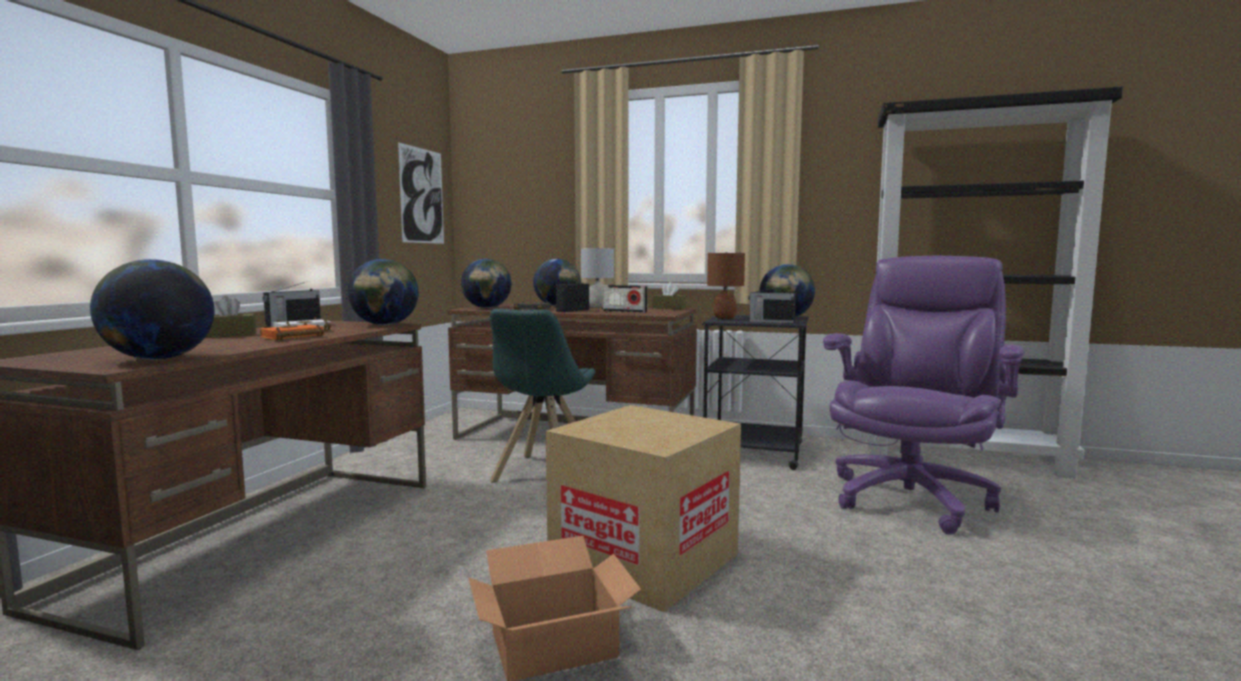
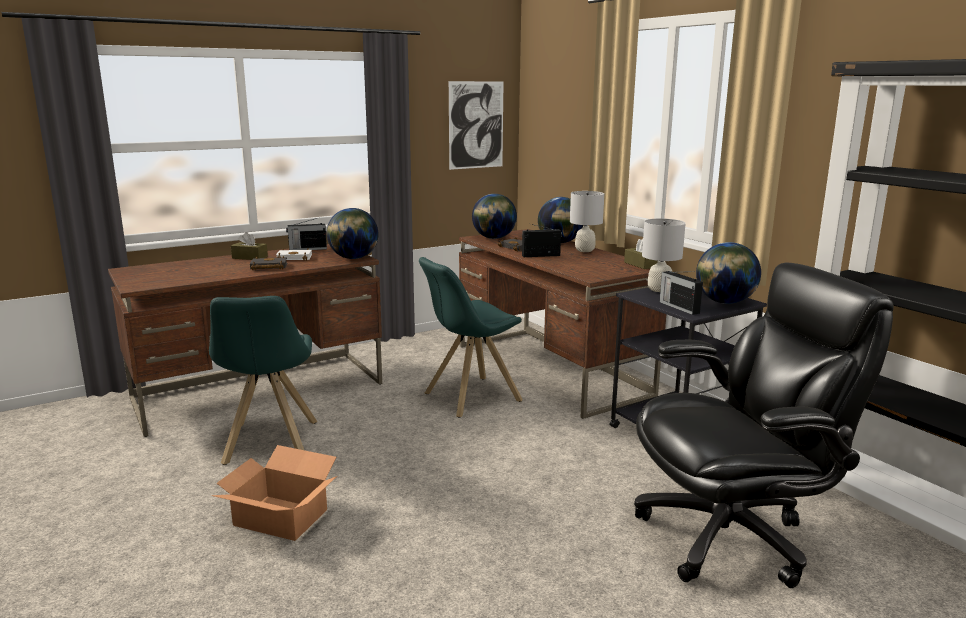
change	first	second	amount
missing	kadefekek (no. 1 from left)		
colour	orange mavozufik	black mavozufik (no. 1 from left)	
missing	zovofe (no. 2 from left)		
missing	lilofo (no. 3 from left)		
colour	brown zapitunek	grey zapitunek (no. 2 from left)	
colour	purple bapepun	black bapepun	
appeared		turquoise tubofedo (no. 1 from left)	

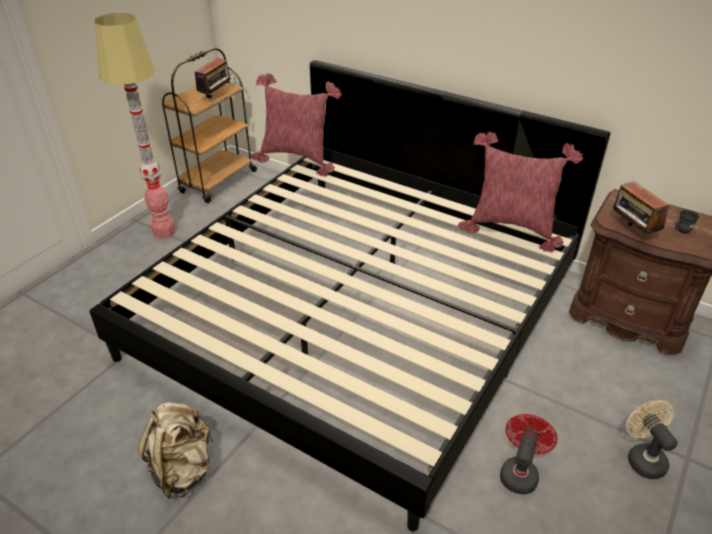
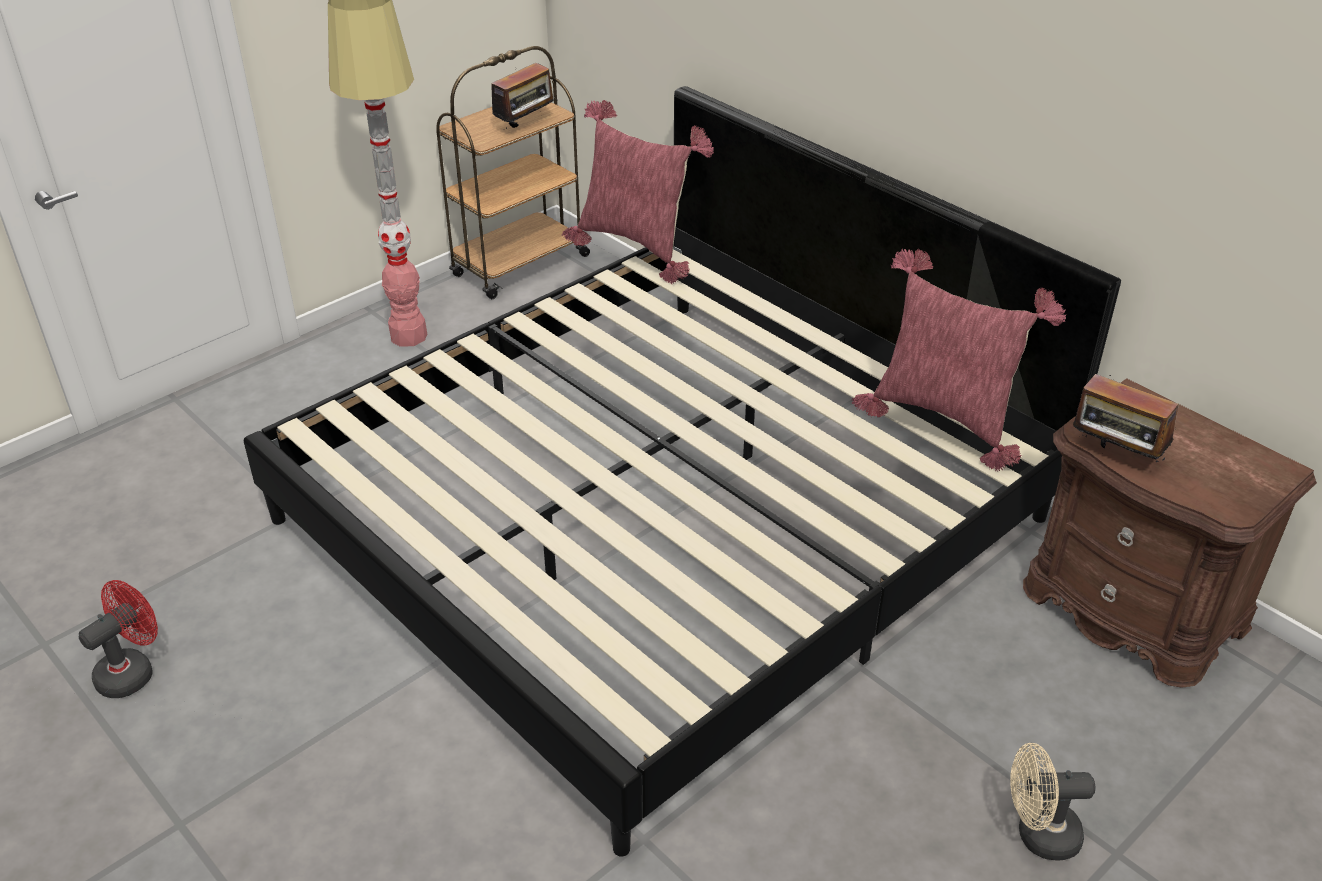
change	first	second	amount
missing	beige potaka		
relocated	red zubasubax		
spun	lilofo (no. 2 from left)		45 degrees counterclockwise
spun	beige zubasubax		90 degrees counterclockwise
missing	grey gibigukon		

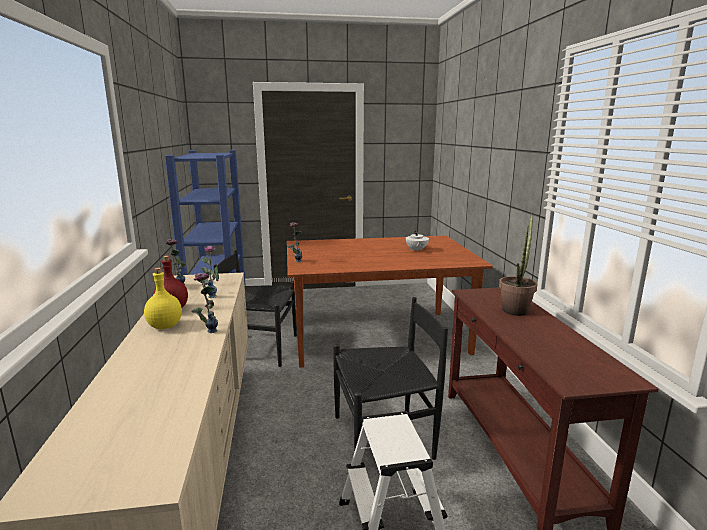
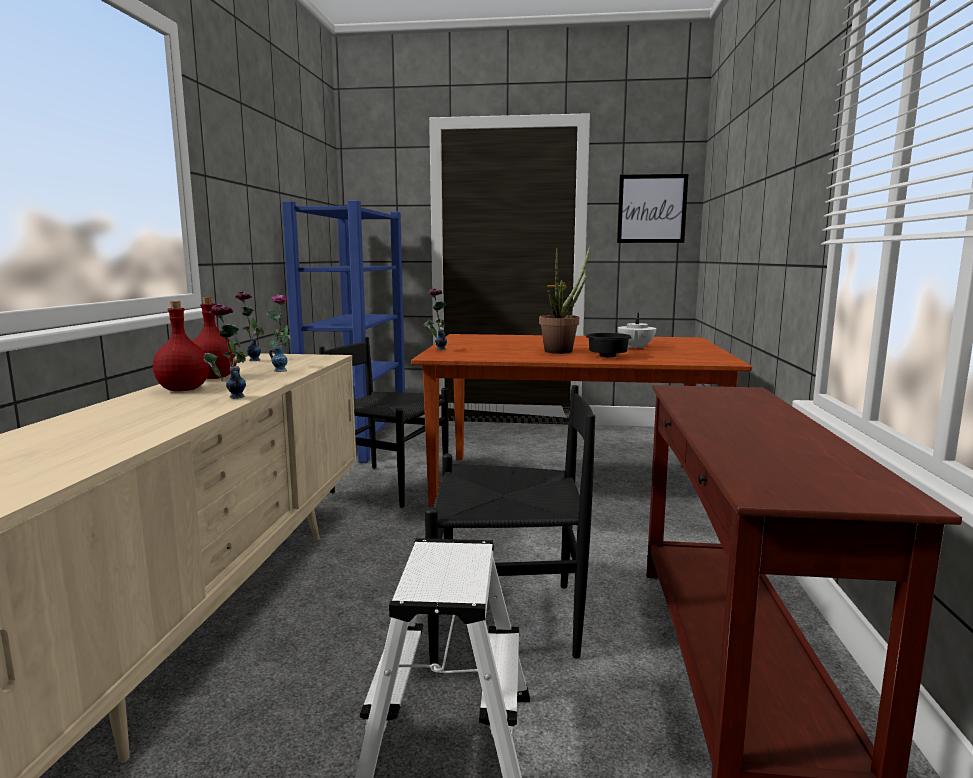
change	first	second	amount
colour	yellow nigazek	red nigazek (no. 1 from left)	
relocated	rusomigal		
appeared		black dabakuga	
appeared		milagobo	

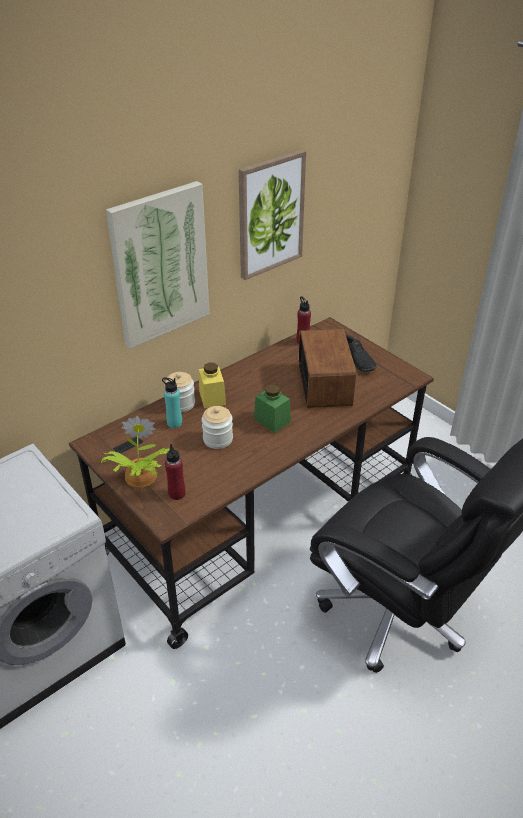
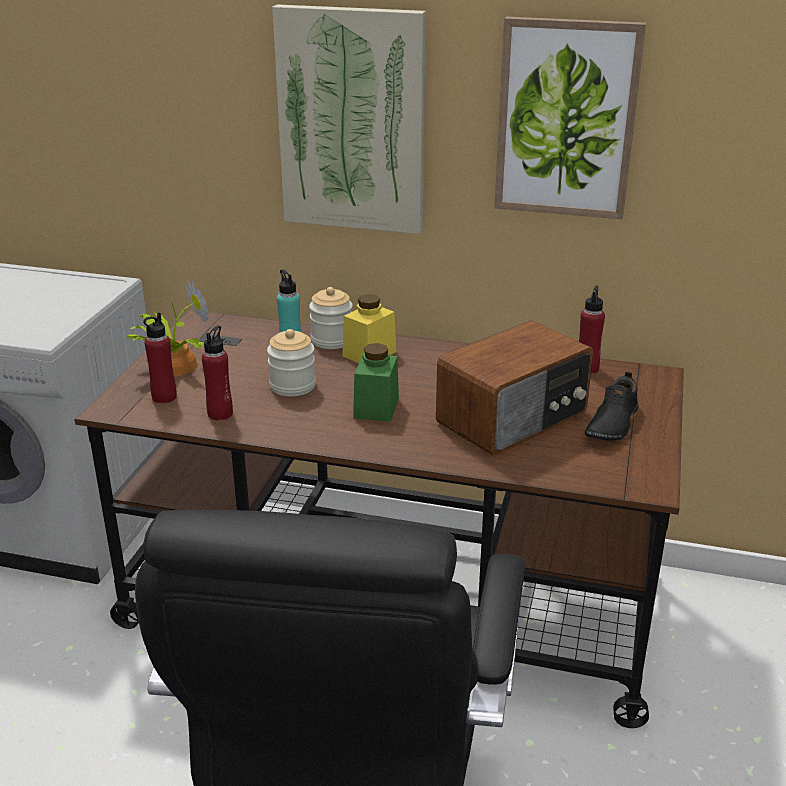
change	first	second	amount
appeared		red nigazek (no. 2 from left)	

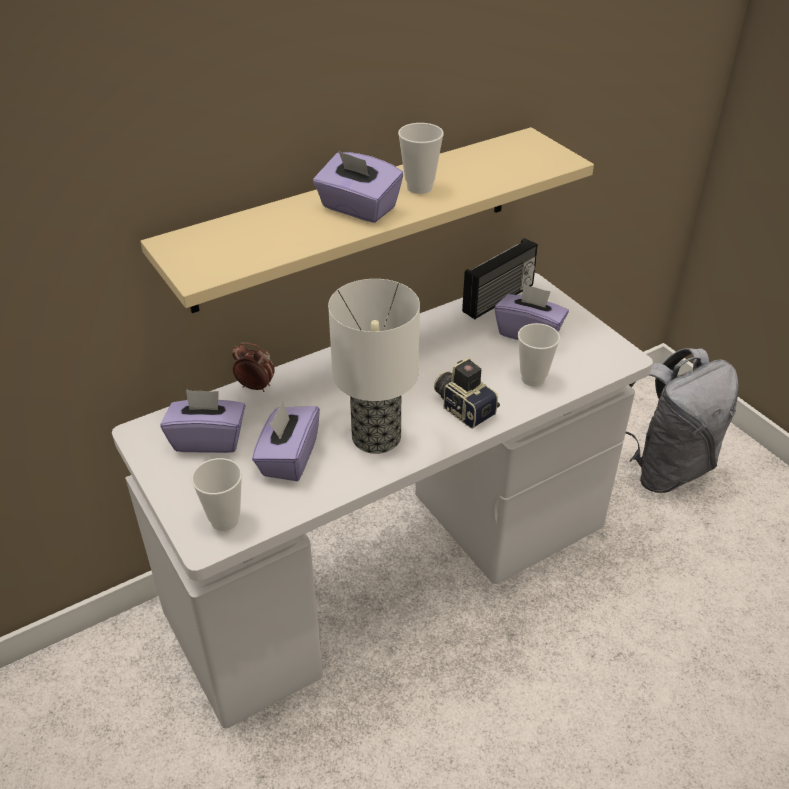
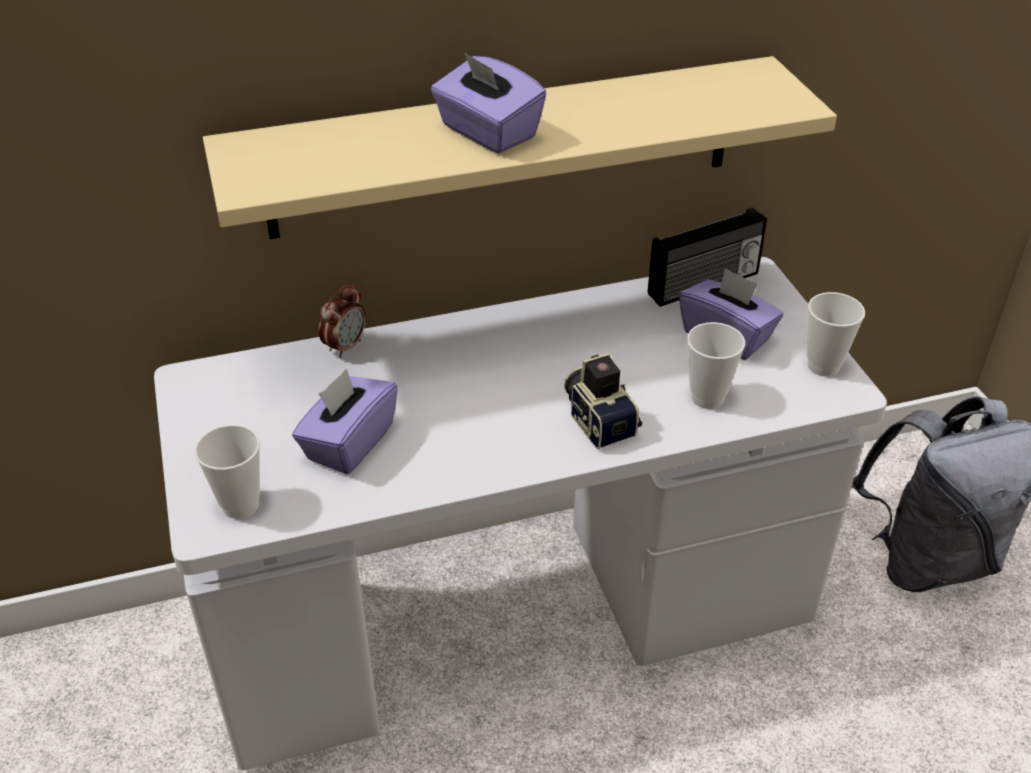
change	first	second	amount
missing	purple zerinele (no. 1 from left)		
spun	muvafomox		90 degrees clockwise
missing	zapitunek		
relocated	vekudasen (no. 2 from left in the first image)	vekudasen (no. 3 from left)	

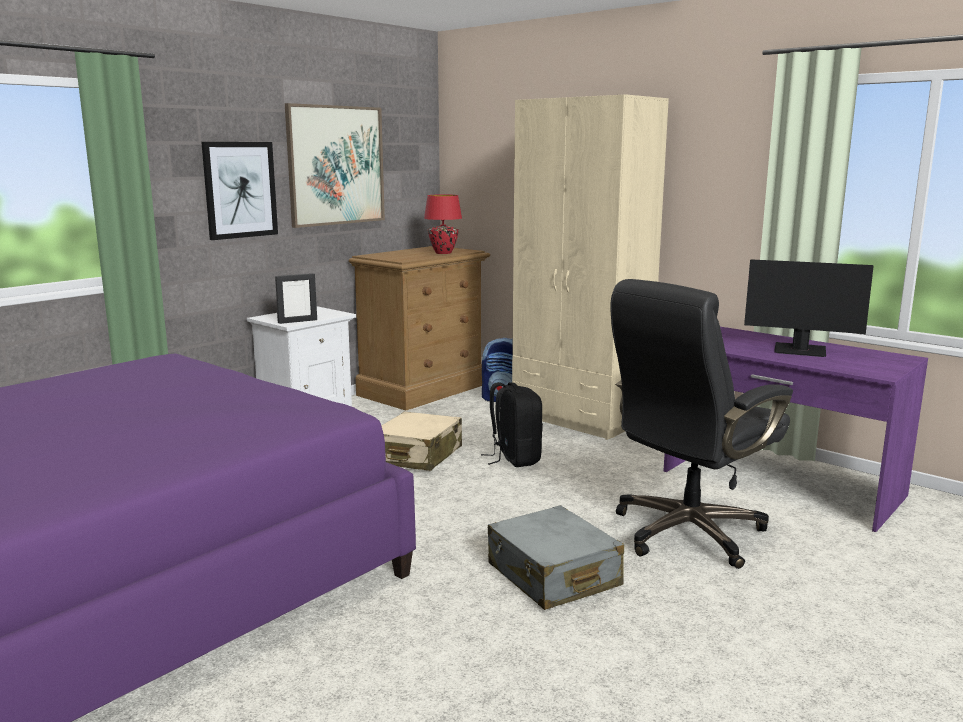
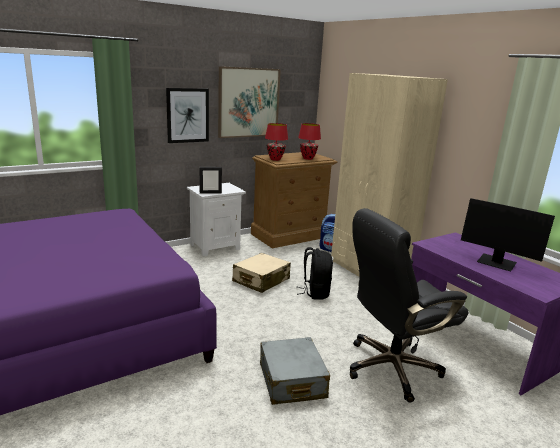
change	first	second	amount
appeared		red zapitunek (no. 1 from left)	

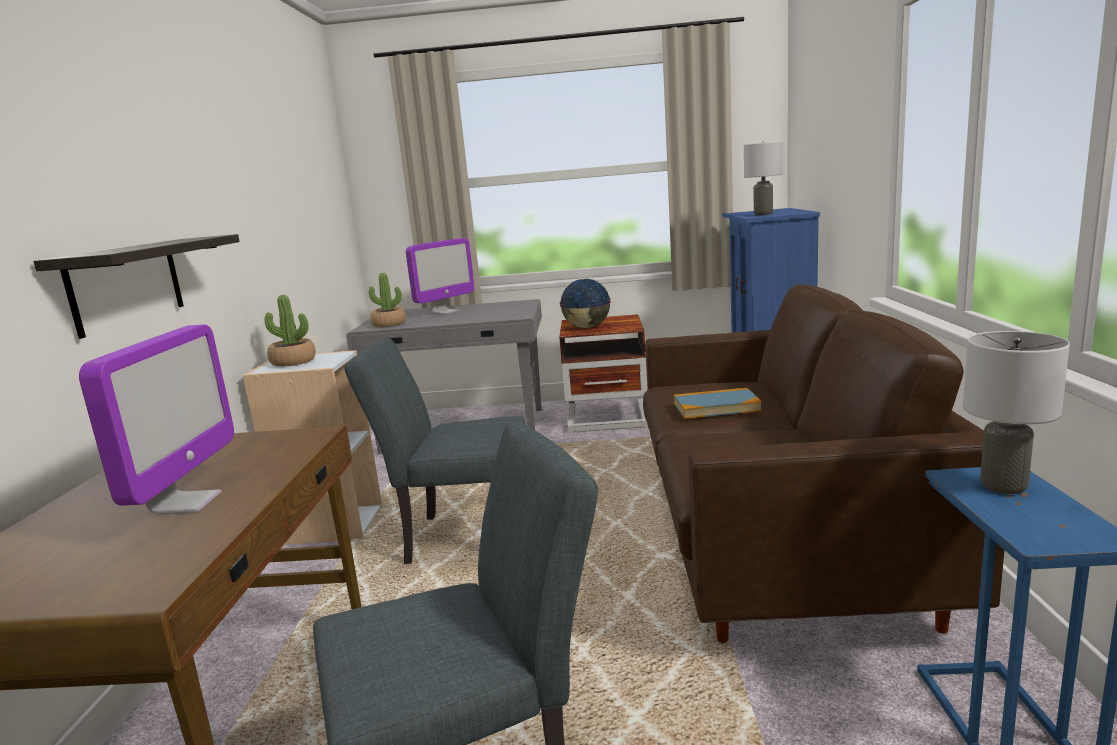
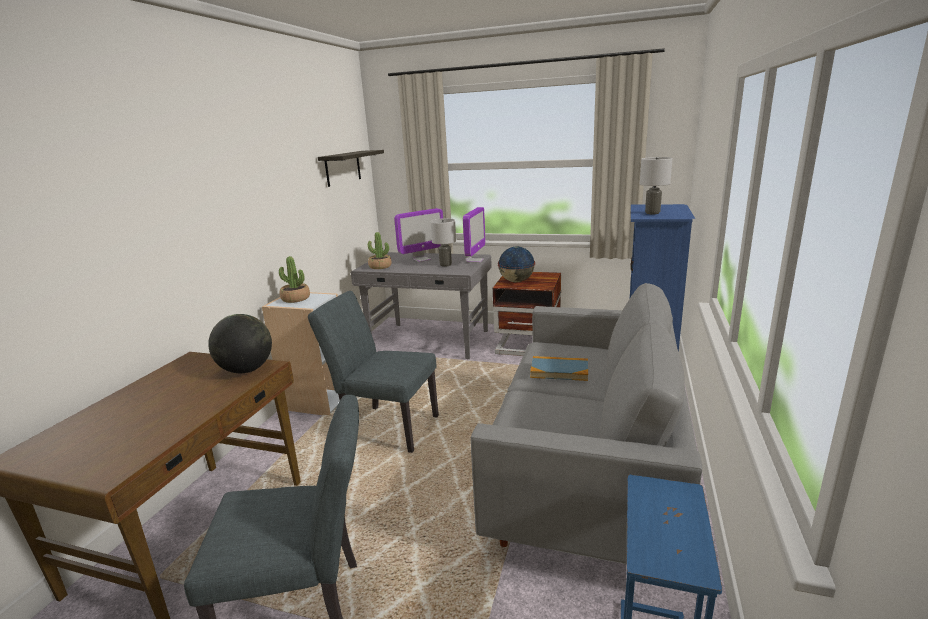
change	first	second	amount
relocated	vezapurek		
relocated	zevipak (no. 1 from left in the first image)	zevipak (no. 2 from left)	
colour	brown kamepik	grey kamepik	
relocated	white zapitunek (no. 2 from left in the first image)	white zapitunek (no. 1 from left)	
appeared		kadefekek (no. 1 from left)	

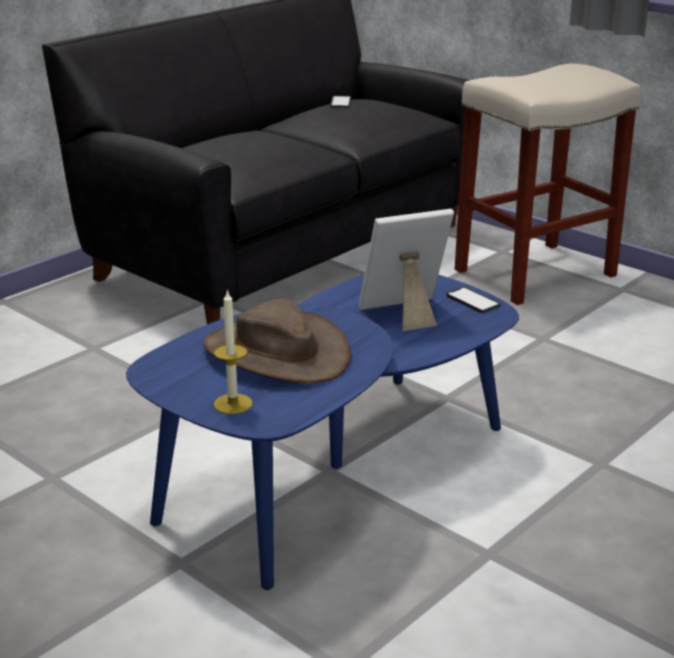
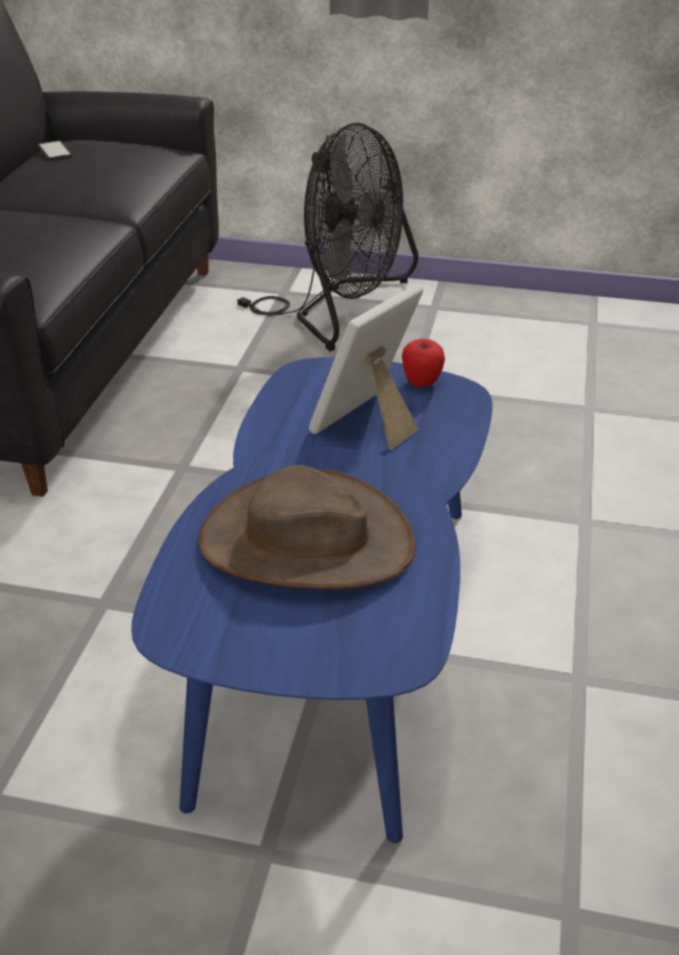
change	first	second	amount
missing	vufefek		
exchanged	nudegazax (no. 2 from left)	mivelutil	
exchanged	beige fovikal	black zubasubax	

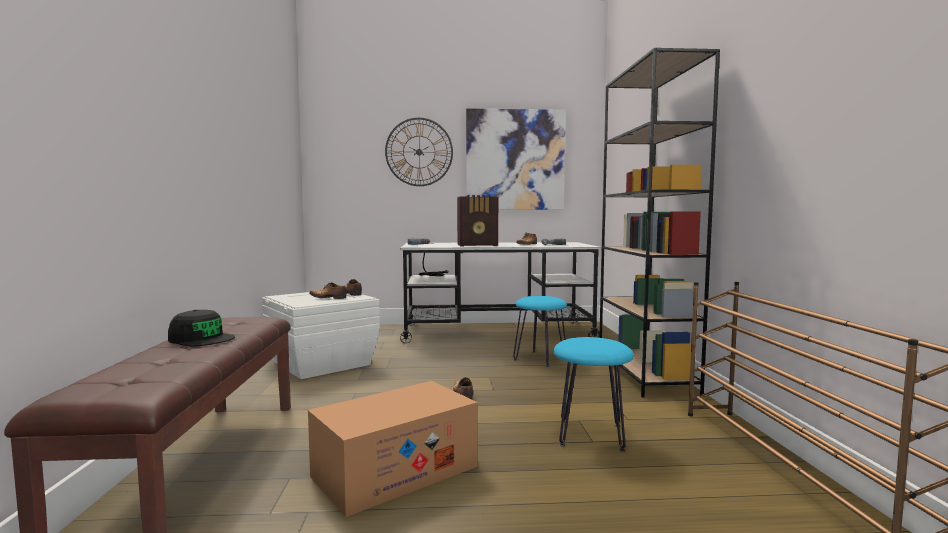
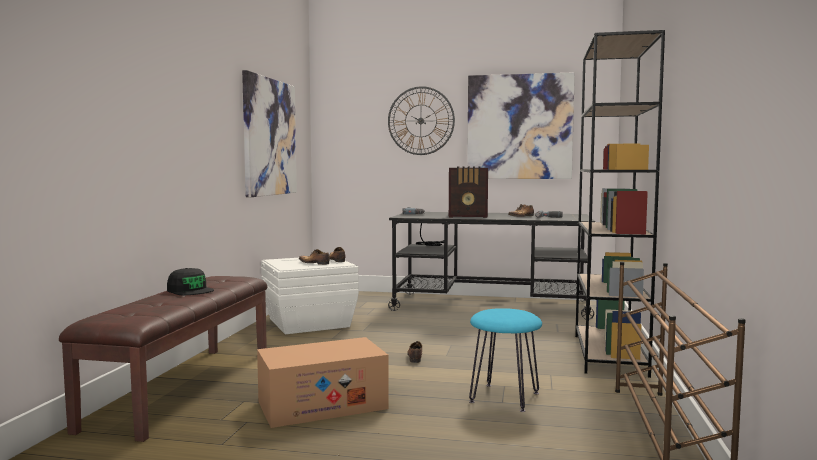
change	first	second	amount
colour	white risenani	black risenani	
missing	turquoise fovikal (no. 1 from left)		
appeared		milagobo (no. 1 from left)	

